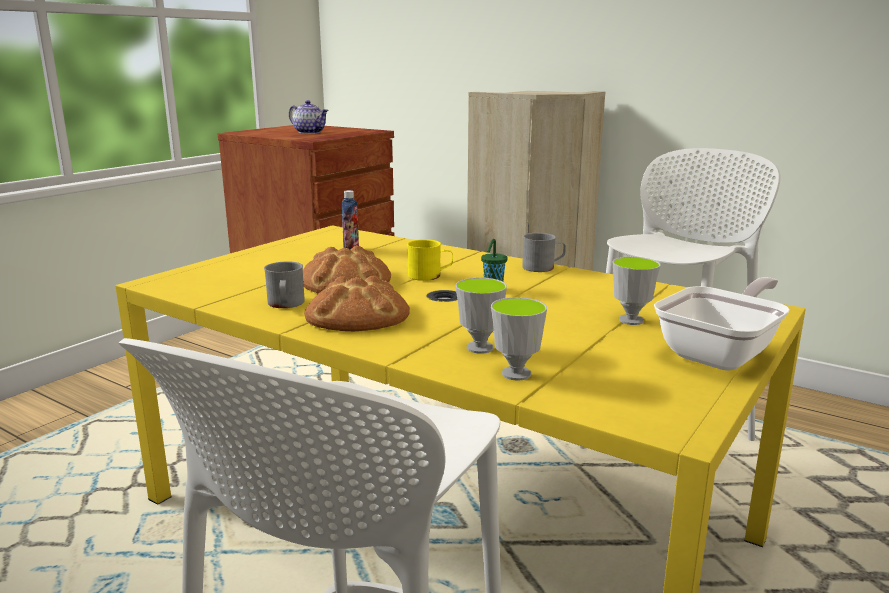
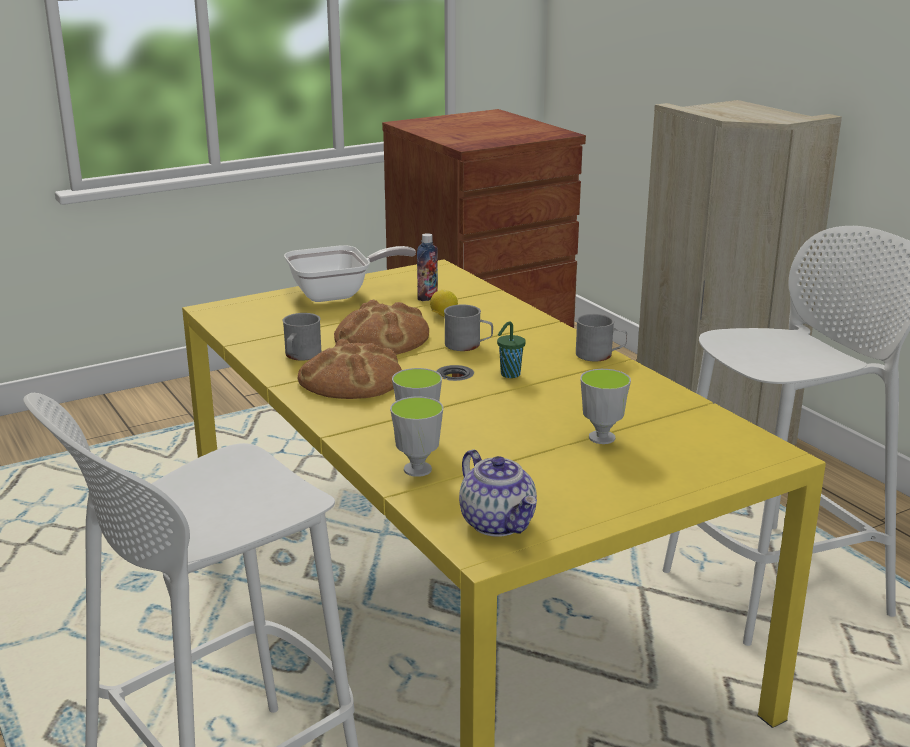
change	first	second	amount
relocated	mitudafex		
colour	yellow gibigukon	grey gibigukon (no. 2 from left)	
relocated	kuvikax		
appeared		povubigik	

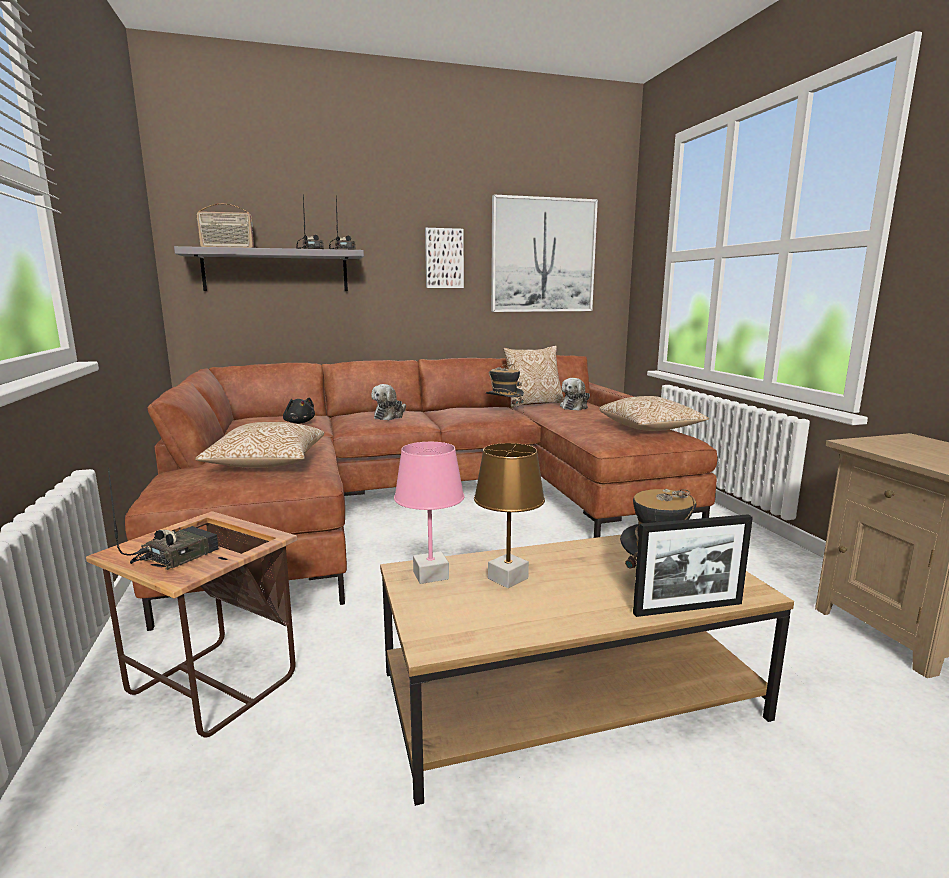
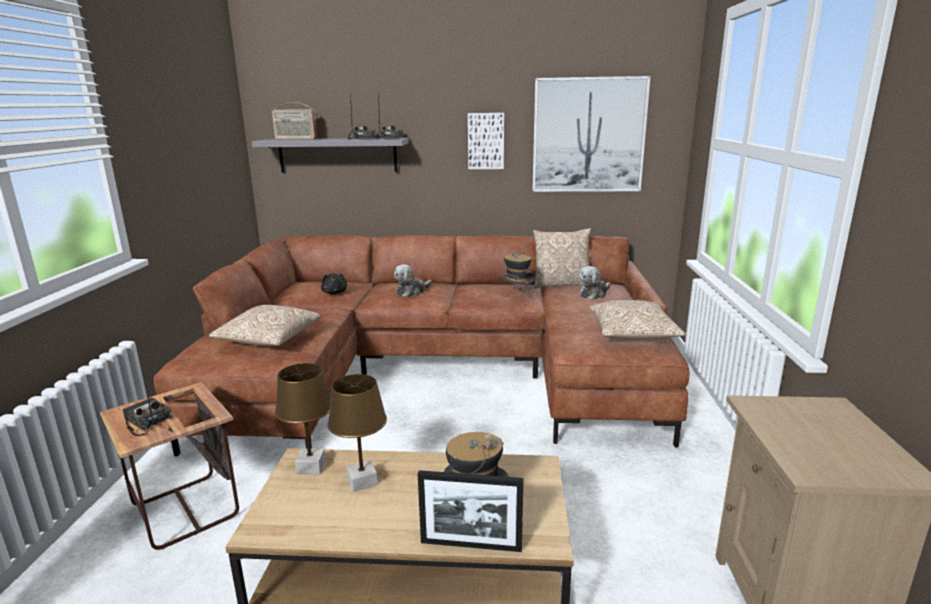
change	first	second	amount
spun	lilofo (no. 1 from left)		105 degrees counterclockwise
colour	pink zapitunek	brown zapitunek (no. 1 from left)	

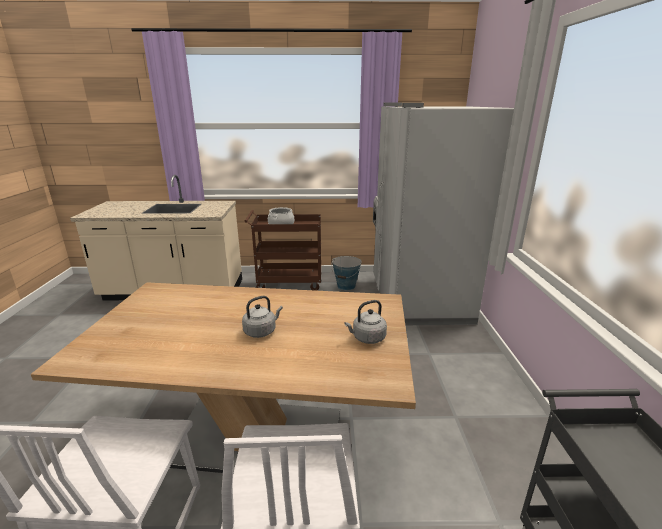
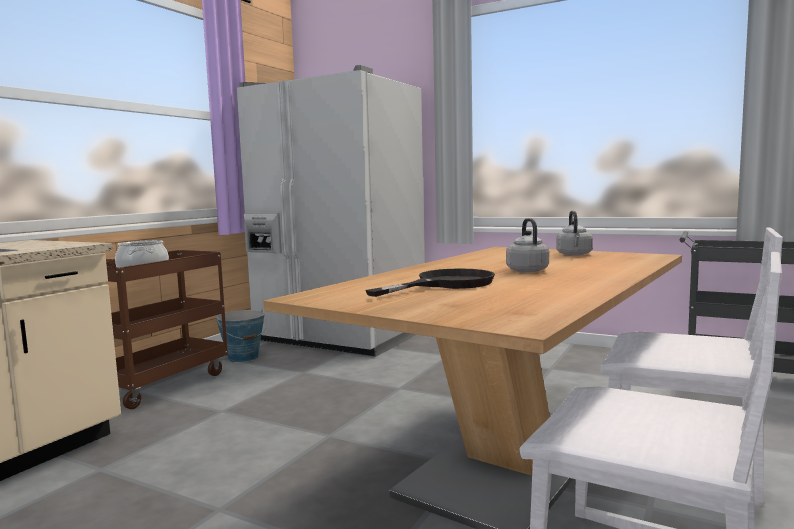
change	first	second	amount
appeared		black kuvikax	

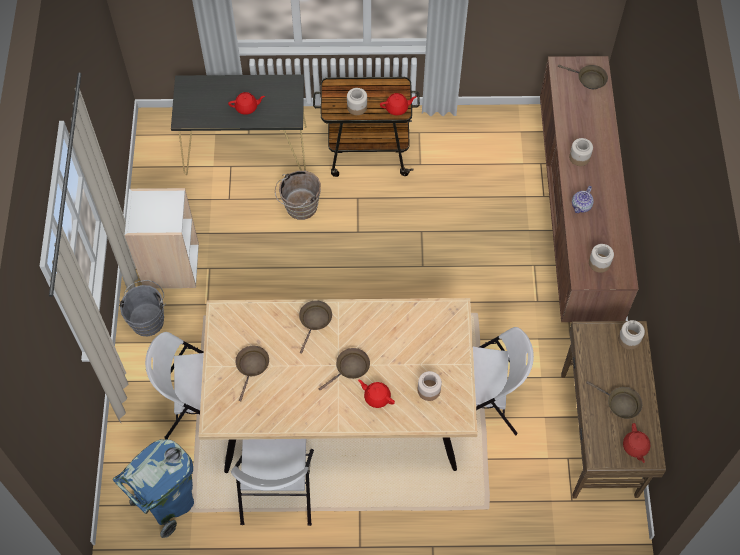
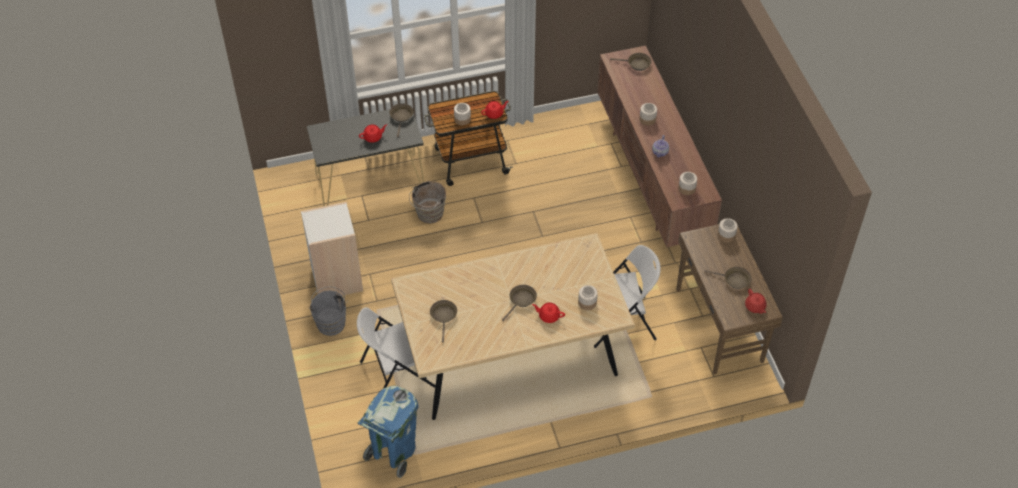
change	first	second	amount
missing	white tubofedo (no. 2 from left)		
relocated	brown kuvikax (no. 2 from left in the first image)	brown kuvikax (no. 1 from left)	

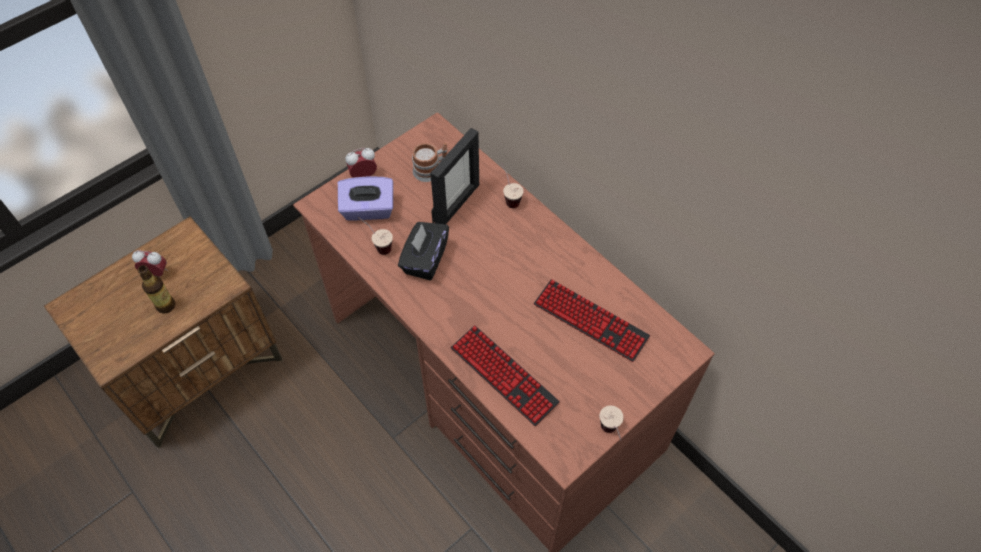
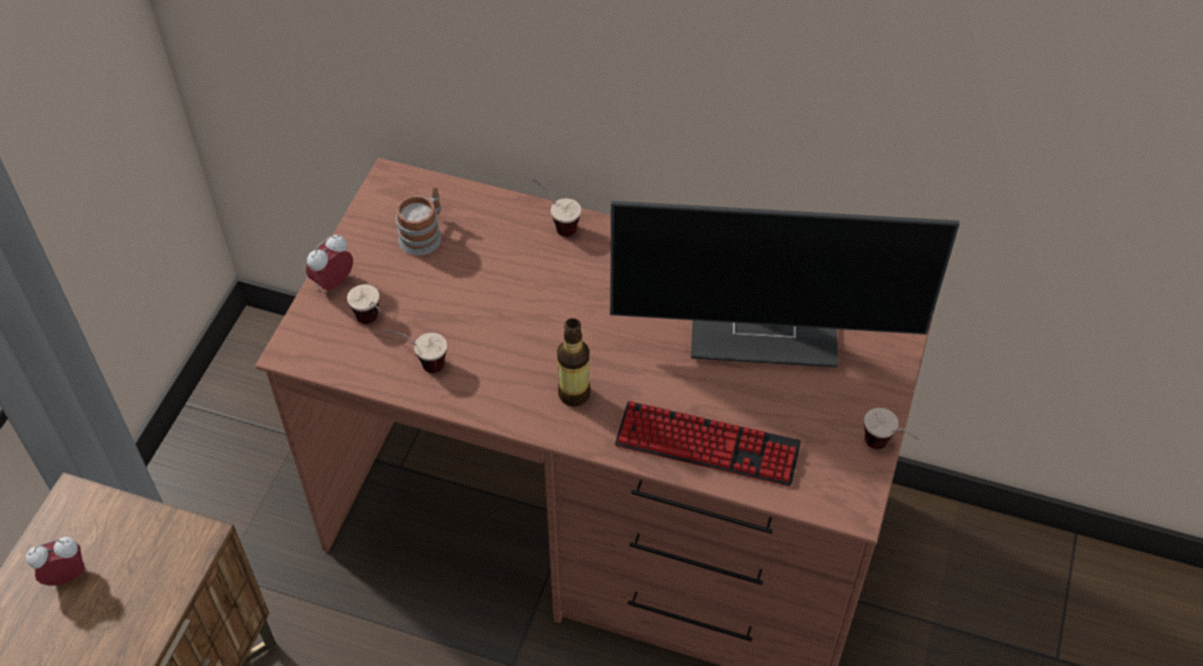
change	first	second	amount
relocated	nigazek		
exchanged	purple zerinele	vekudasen (no. 1 from left)	
missing	black zerinele		
missing	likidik		
exchanged	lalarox (no. 2 from left)	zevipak	

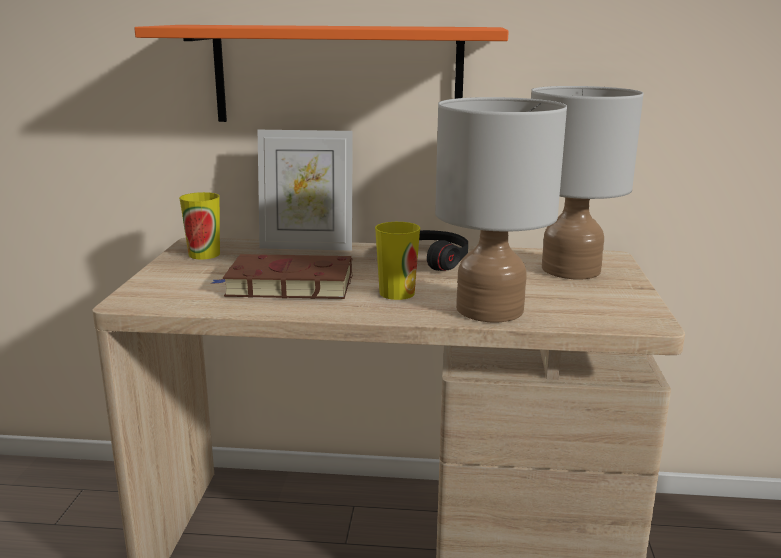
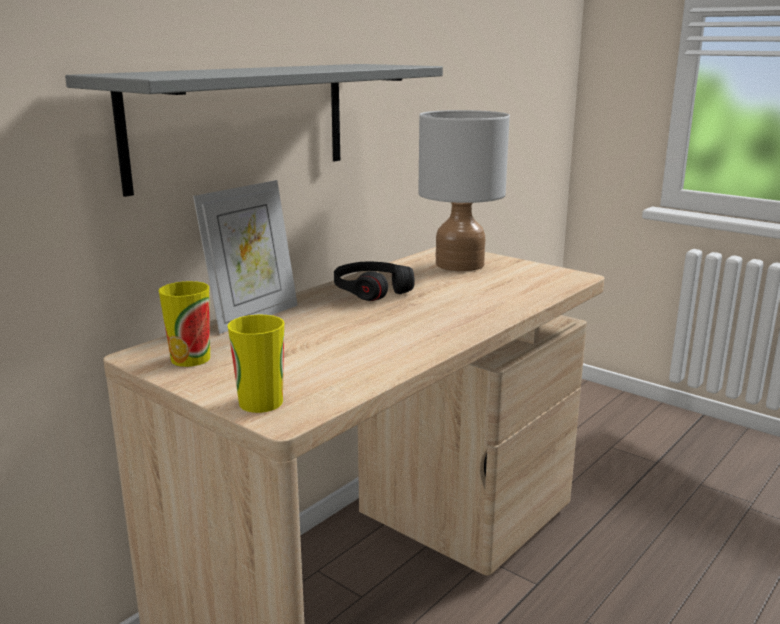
change	first	second	amount
colour	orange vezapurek	grey vezapurek	
missing	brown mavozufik		
relocated	vekudasen (no. 2 from left)		
missing	grey zapitunek (no. 1 from left)		

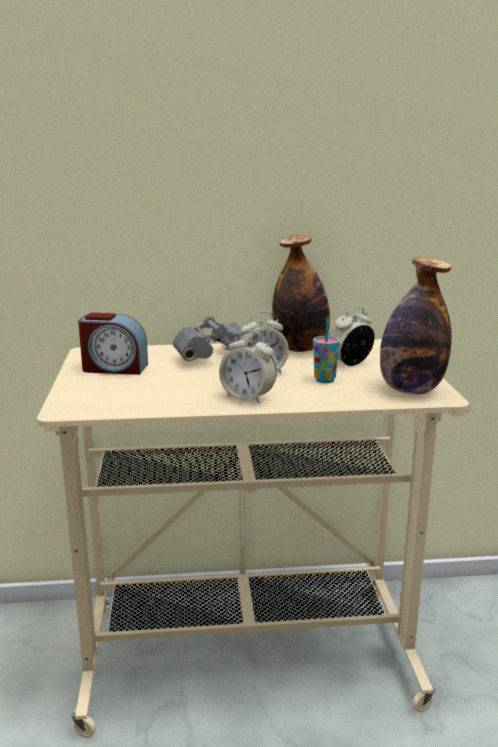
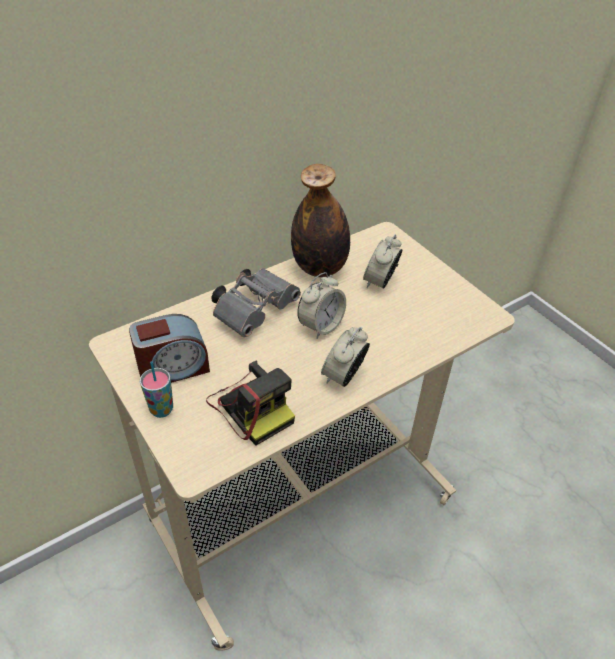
change	first	second	amount
spun	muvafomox (no. 2 from left in the first image)	muvafomox (no. 3 from left)	120 degrees clockwise
relocated	vekudasen		
missing	nigazek (no. 2 from left)		
appeared		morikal	

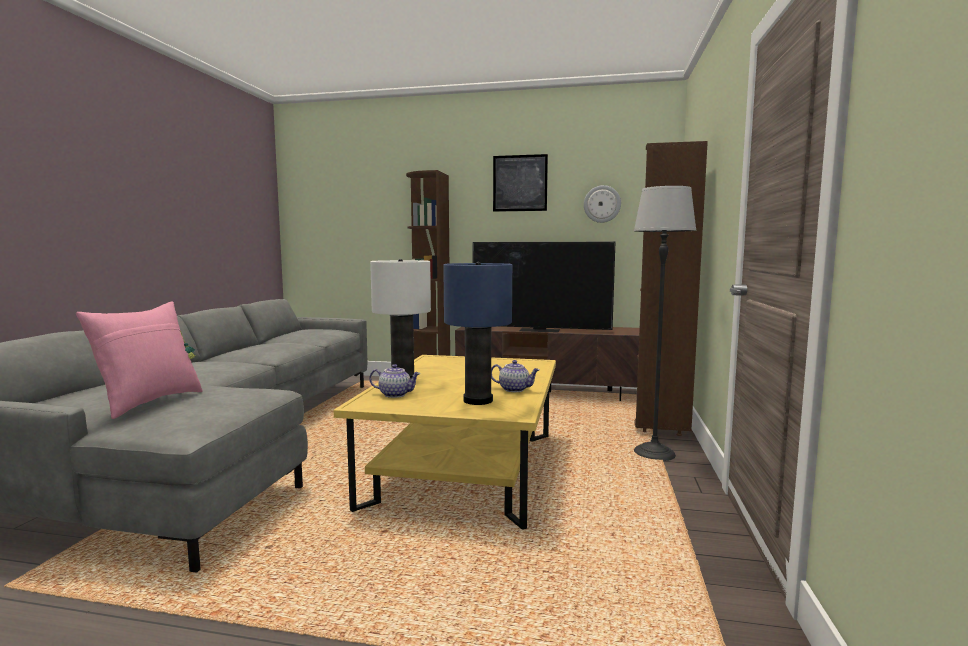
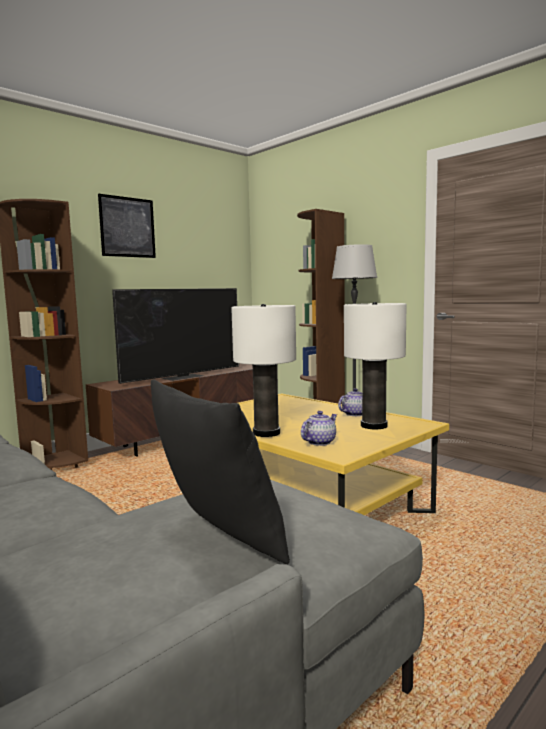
change	first	second	amount
colour	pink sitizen	black sitizen	
colour	blue zapitunek	white zapitunek (no. 2 from left)	
missing	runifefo		

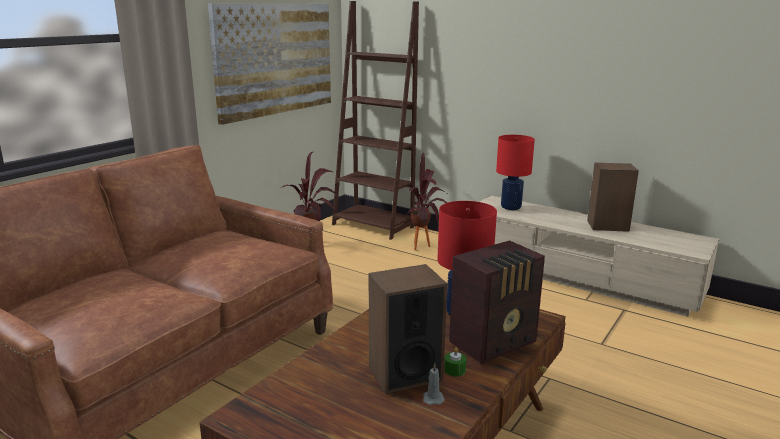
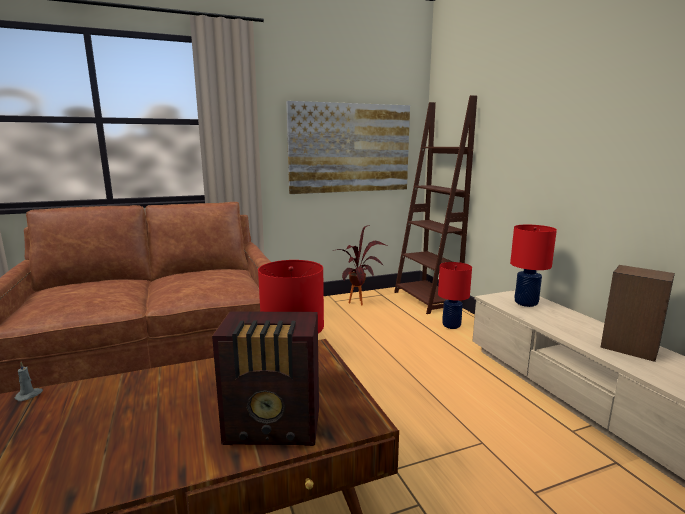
change	first	second	amount
missing	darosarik (no. 1 from left)		
exchanged	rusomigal (no. 2 from left)	red zapitunek (no. 2 from left)	
relocated	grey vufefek		
missing	green vufefek		

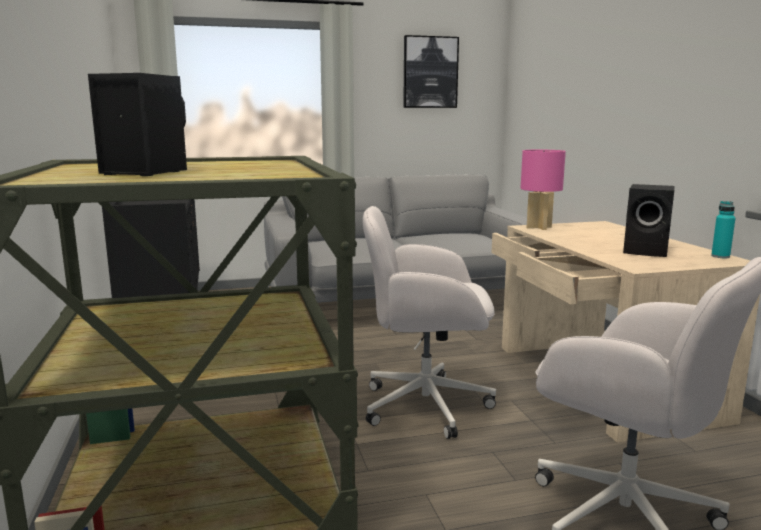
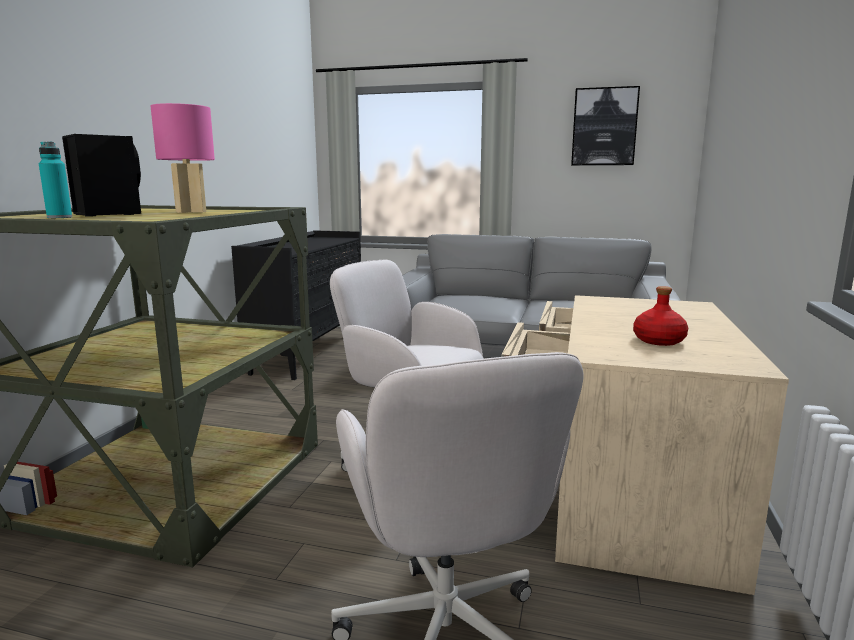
change	first	second	amount
relocated	pink zapitunek		
exchanged	black darosarik (no. 2 from left)	red nigazek	
relocated	turquoise nigazek		

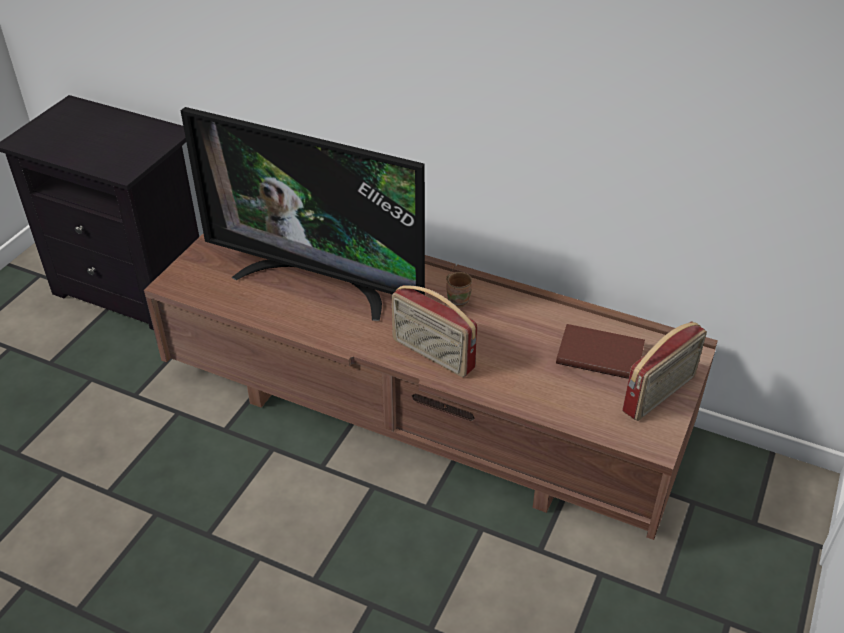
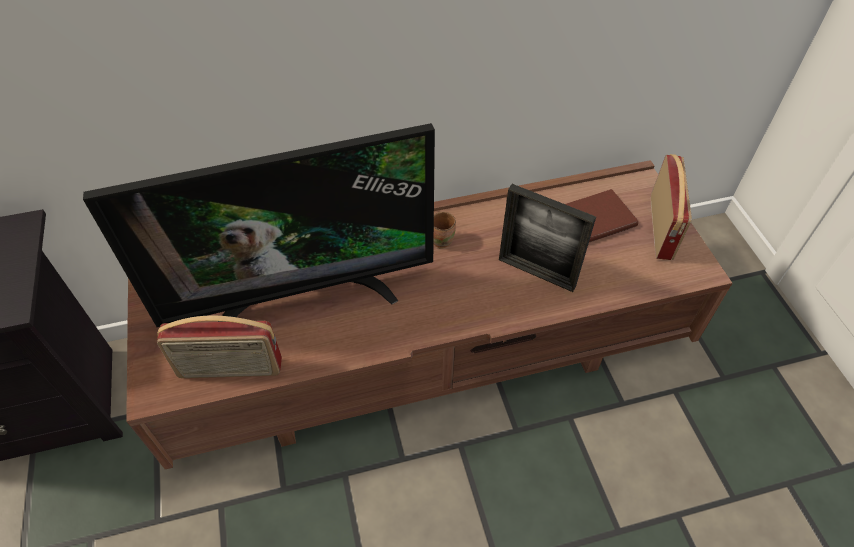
change	first	second	amount
relocated	lilofo (no. 1 from left)		
appeared		likidik	

